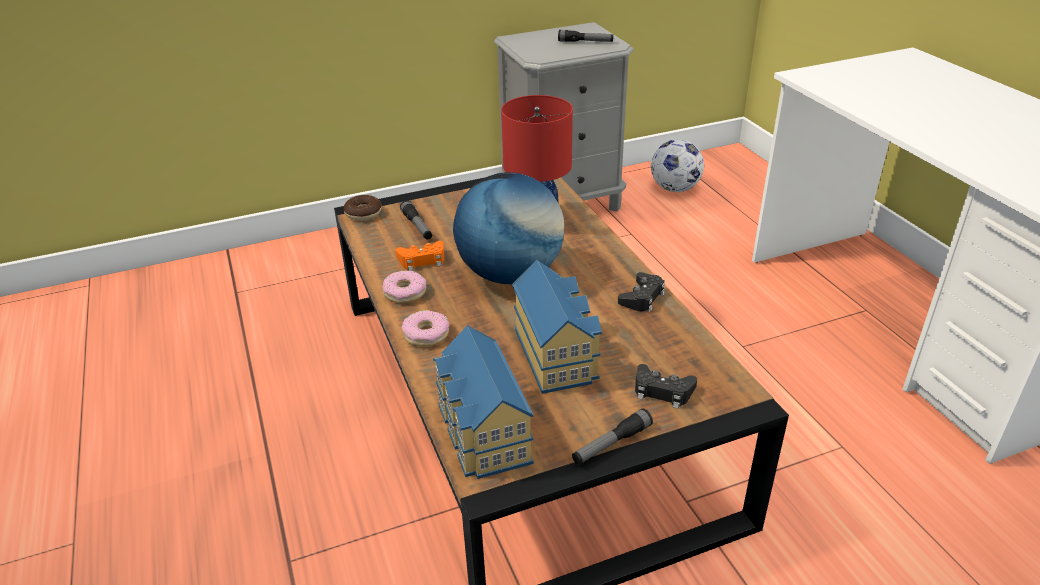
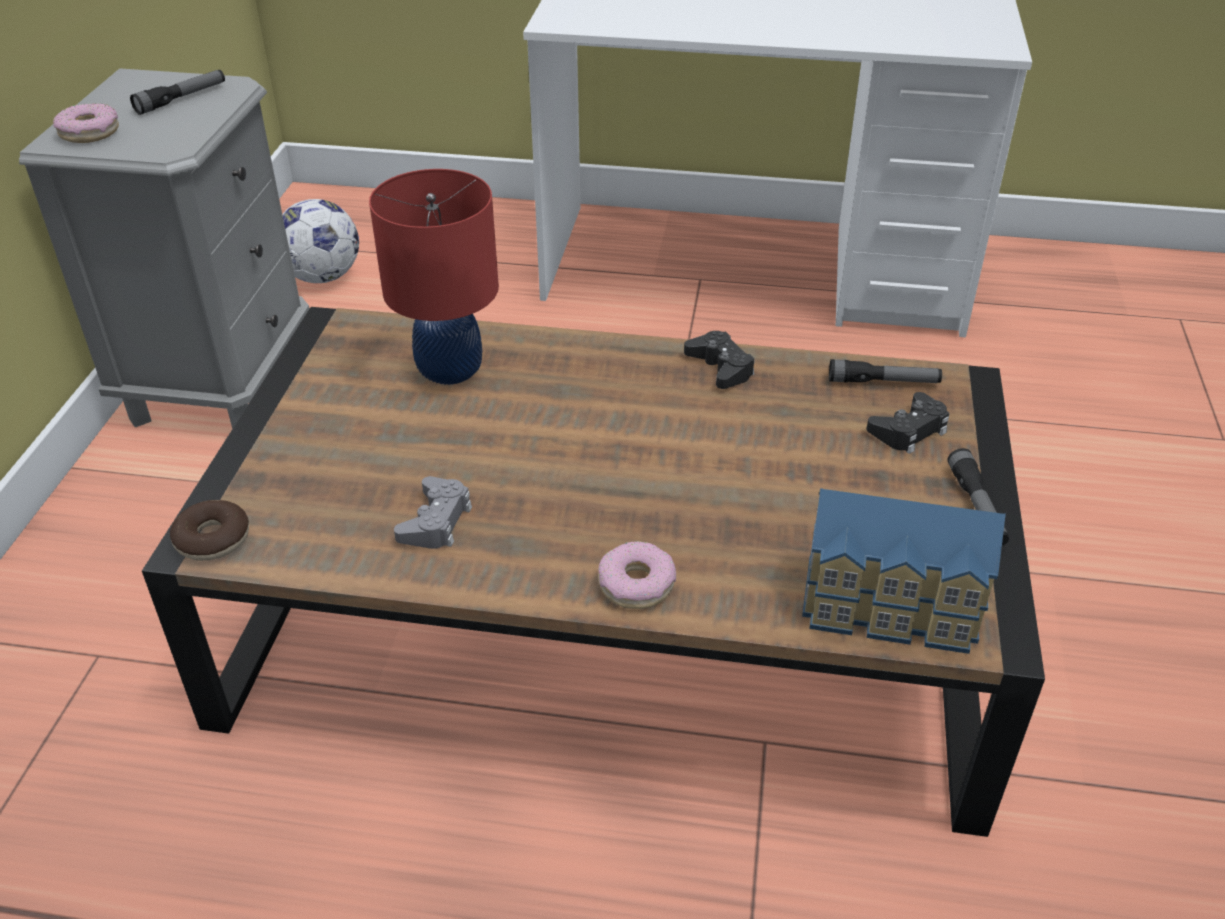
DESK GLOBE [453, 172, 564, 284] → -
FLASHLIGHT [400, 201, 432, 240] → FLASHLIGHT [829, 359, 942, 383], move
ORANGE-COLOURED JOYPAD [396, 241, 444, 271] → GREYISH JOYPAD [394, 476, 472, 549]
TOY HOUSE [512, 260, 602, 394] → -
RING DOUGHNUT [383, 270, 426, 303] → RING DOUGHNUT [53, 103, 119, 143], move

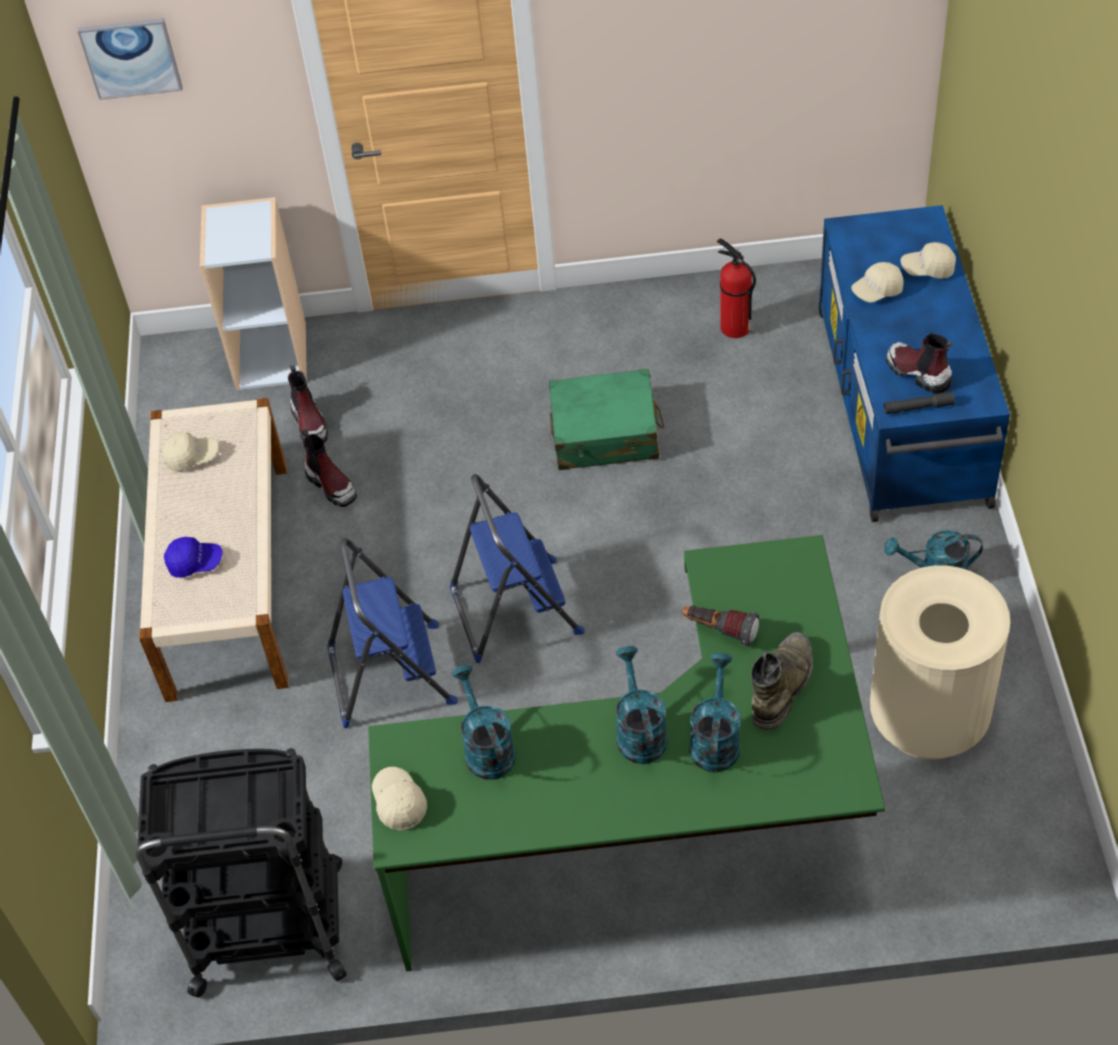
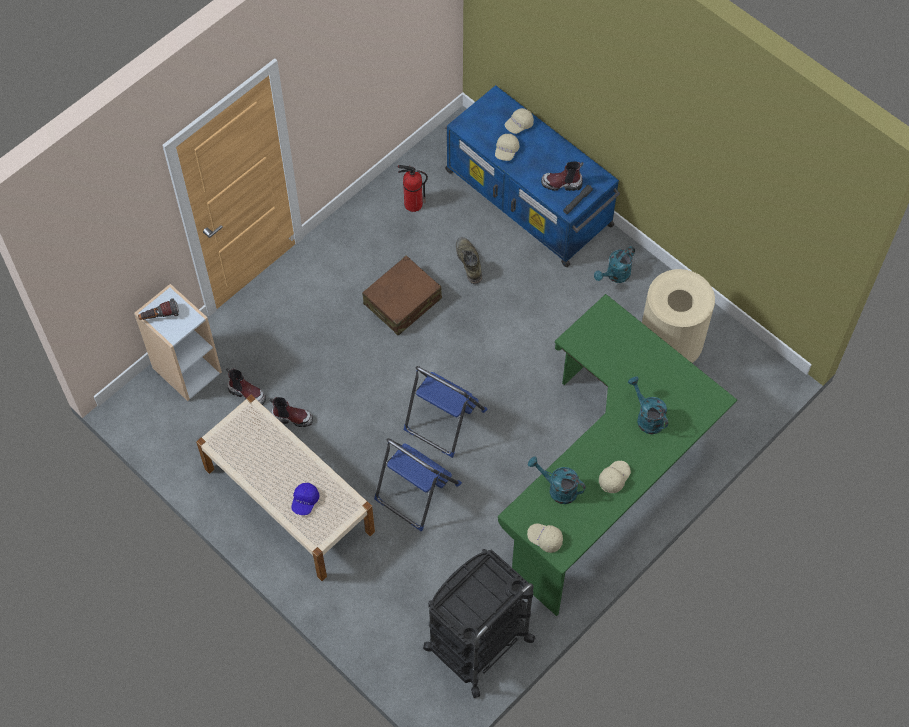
WALL PICTURE [78, 18, 183, 100] → -
GREEN-COLOURED SUITCASE [549, 369, 664, 470] → BROWN-COLOURED SUITCASE [362, 256, 442, 336]
BEIGE BASEBALL CAP [162, 432, 218, 472] → BEIGE BASEBALL CAP [599, 461, 631, 493], move
BLUISH BASEBALL CAP [164, 537, 223, 578] → BLUISH BASEBALL CAP [291, 483, 319, 515], 150 degrees clockwise
FLASHLIGHT [682, 606, 759, 647] → FLASHLIGHT [138, 298, 179, 320], move
GREEN-COLOURED HIGH-TOP BOOT [751, 632, 813, 730] → GREEN-COLOURED HIGH-TOP BOOT [456, 237, 482, 284], move
TURQUOISE WATERING POT [616, 646, 668, 764] → -

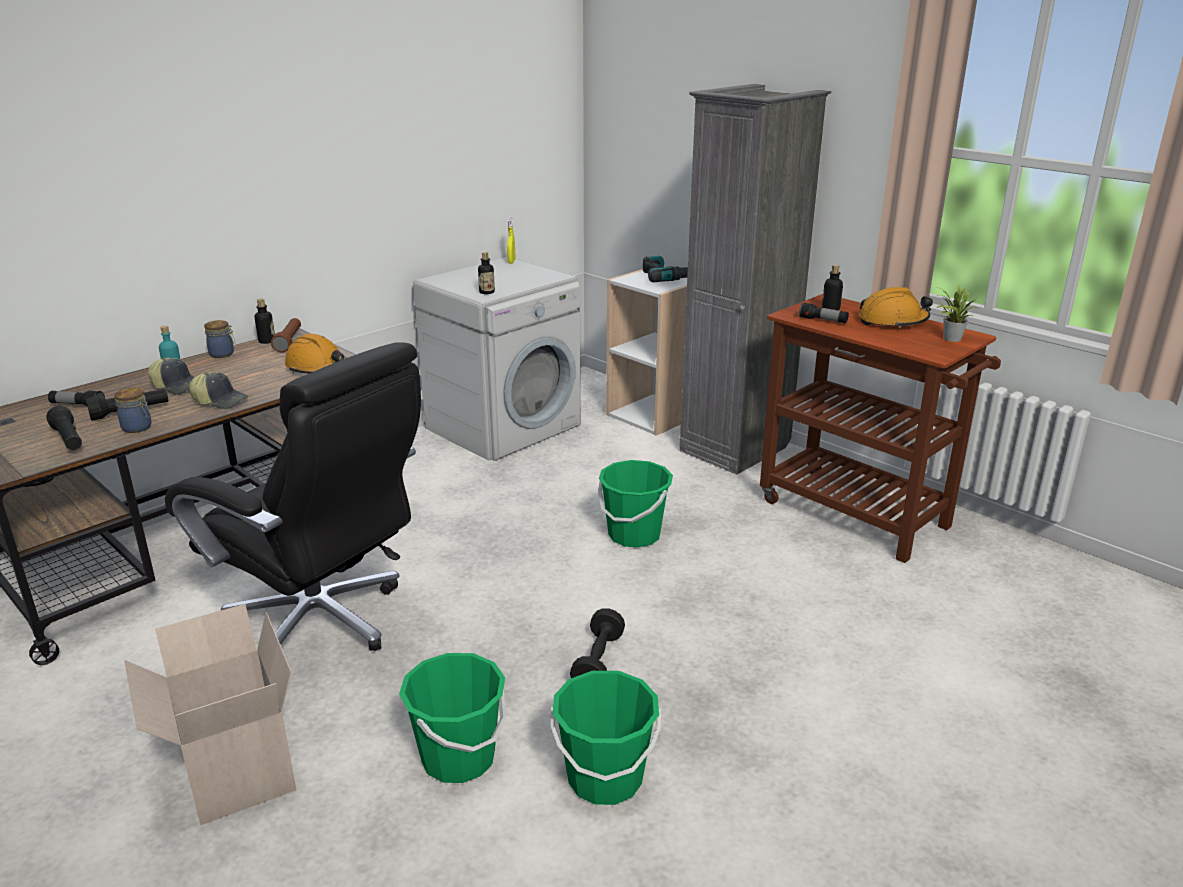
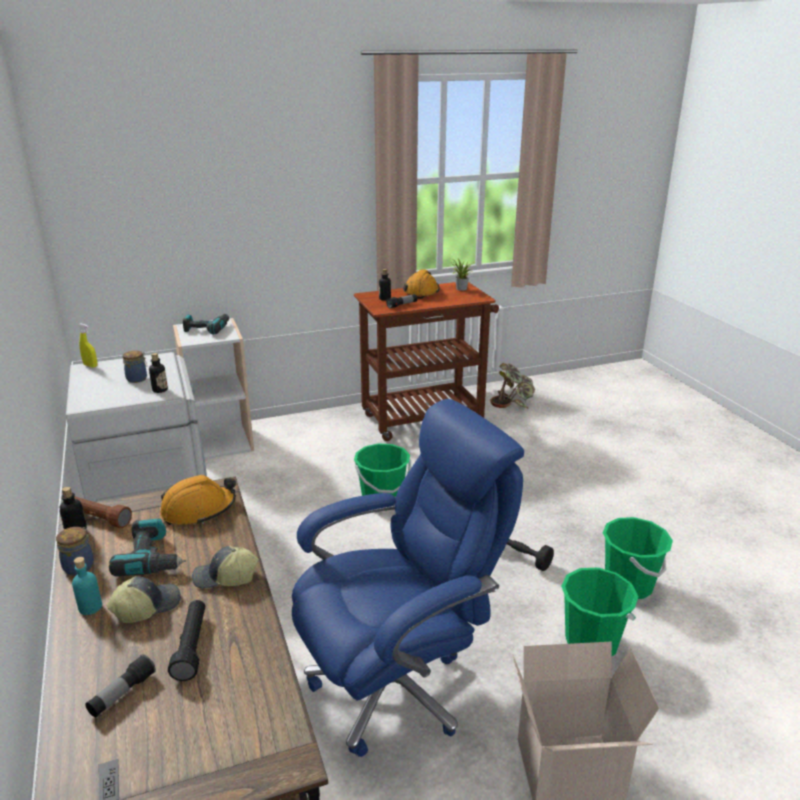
GREYISH CABINET [679, 84, 831, 475] → -
BLACK-COLOURED COMPUTER CHAIR [165, 342, 421, 651] → BLUISH COMPUTER CHAIR [292, 399, 524, 757]
BASEBALL CAP [189, 372, 249, 409] → BASEBALL CAP [192, 546, 259, 588], 135 degrees counterclockwise
STORAGE JAR [114, 387, 152, 433] → STORAGE JAR [123, 351, 147, 383], move
BLACK-COLOURED FLASHLIGHT [46, 406, 82, 450] → -
- → PLANT IN A POT [490, 363, 535, 409]
- → ELECTRIC DRILL [109, 519, 186, 576]

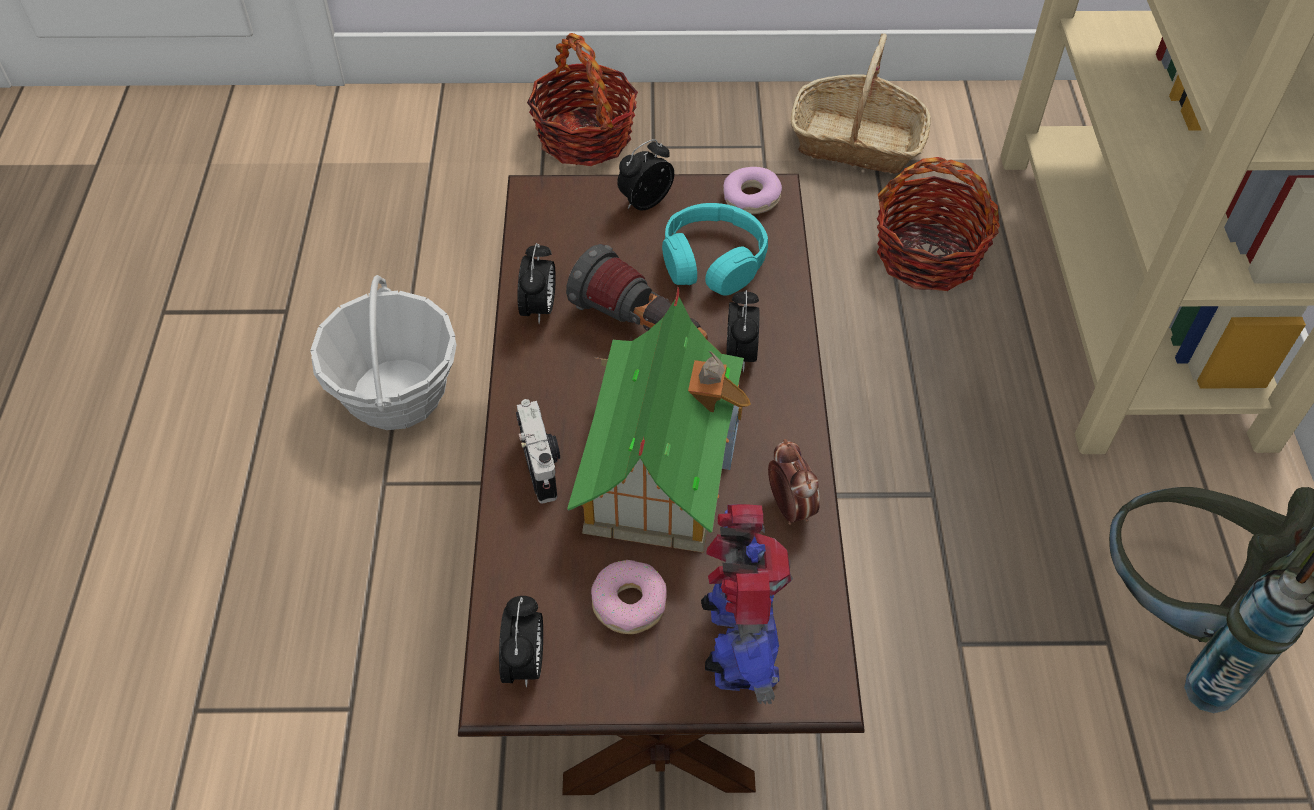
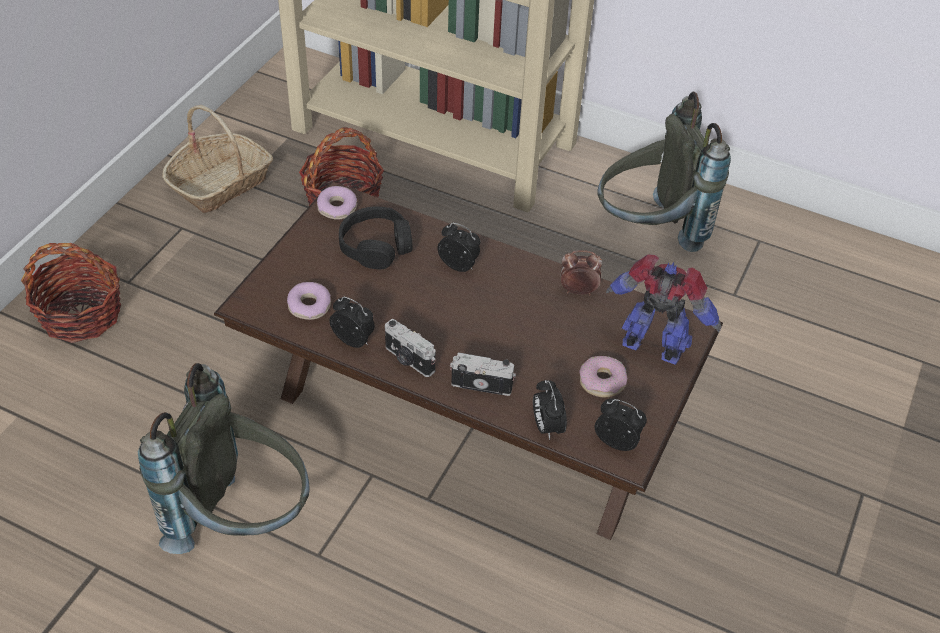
ALARM CLOCK [617, 139, 674, 210] → ALARM CLOCK [533, 380, 567, 440], move
TURQUOISE PAIR OF HEADPHONES [662, 203, 768, 295] → BLACK-COLOURED PAIR OF HEADPHONES [339, 206, 412, 269]
FLASHLIGHT [566, 244, 708, 340] → -
BASKET [310, 275, 457, 430] → GREYISH KNAPSACK [138, 363, 310, 554]
TOY HOUSE [567, 287, 751, 553] → -
- → RING DOUGHNUT [287, 282, 331, 320]
- → PHOTO CAMERA [385, 319, 436, 377]

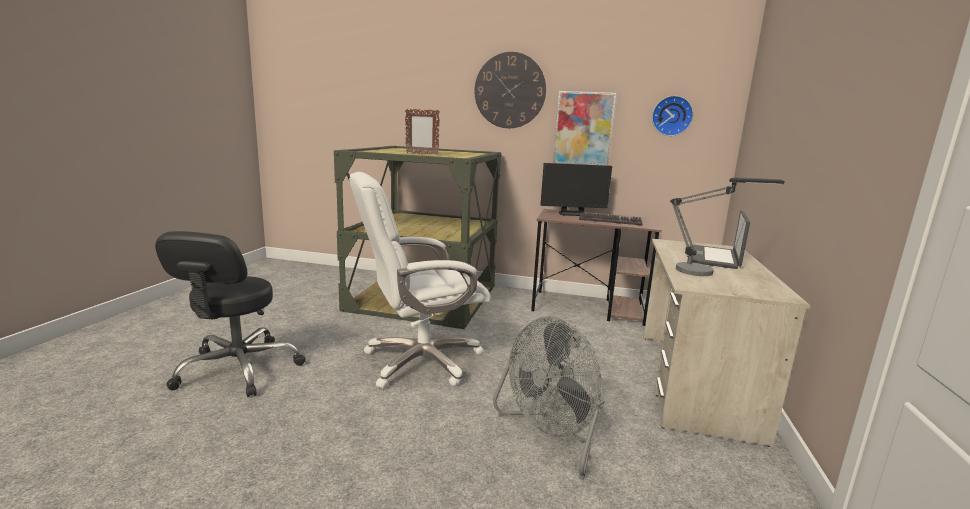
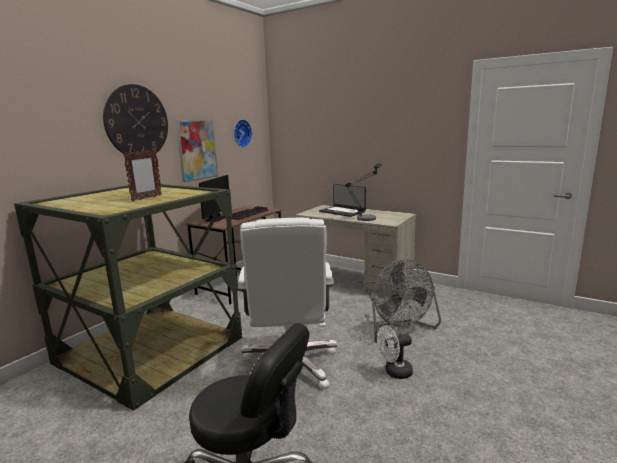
- → WHITE FAN [377, 326, 413, 379]

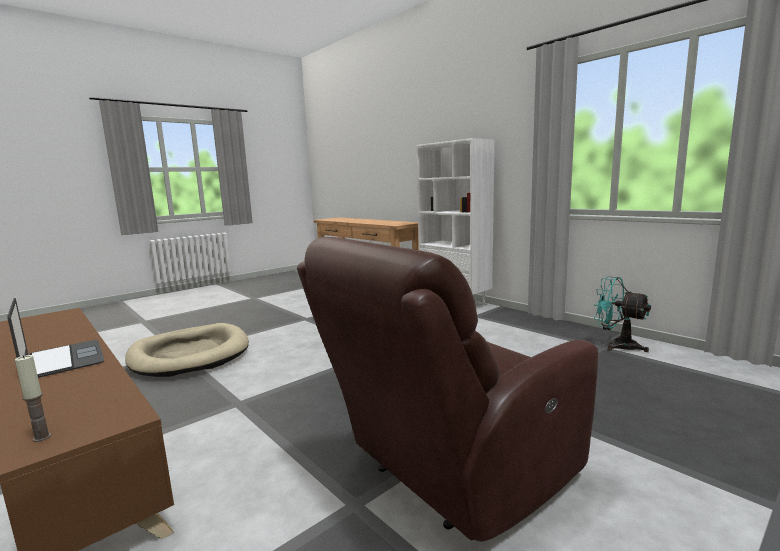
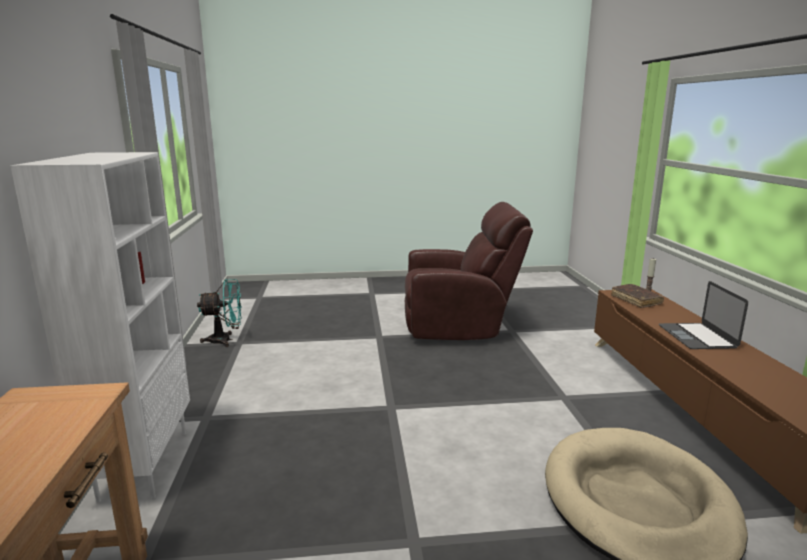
TURQUOISE FAN [594, 276, 651, 352] → TURQUOISE FAN [197, 279, 242, 347], 90 degrees counterclockwise
- → BROWN-COLOURED BOOK [611, 284, 664, 308]

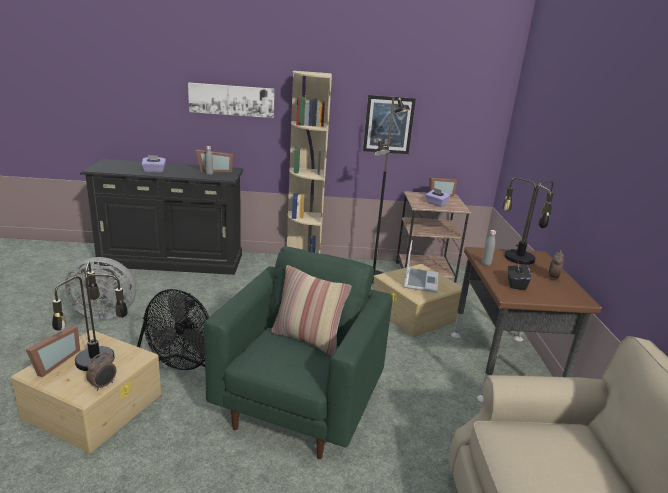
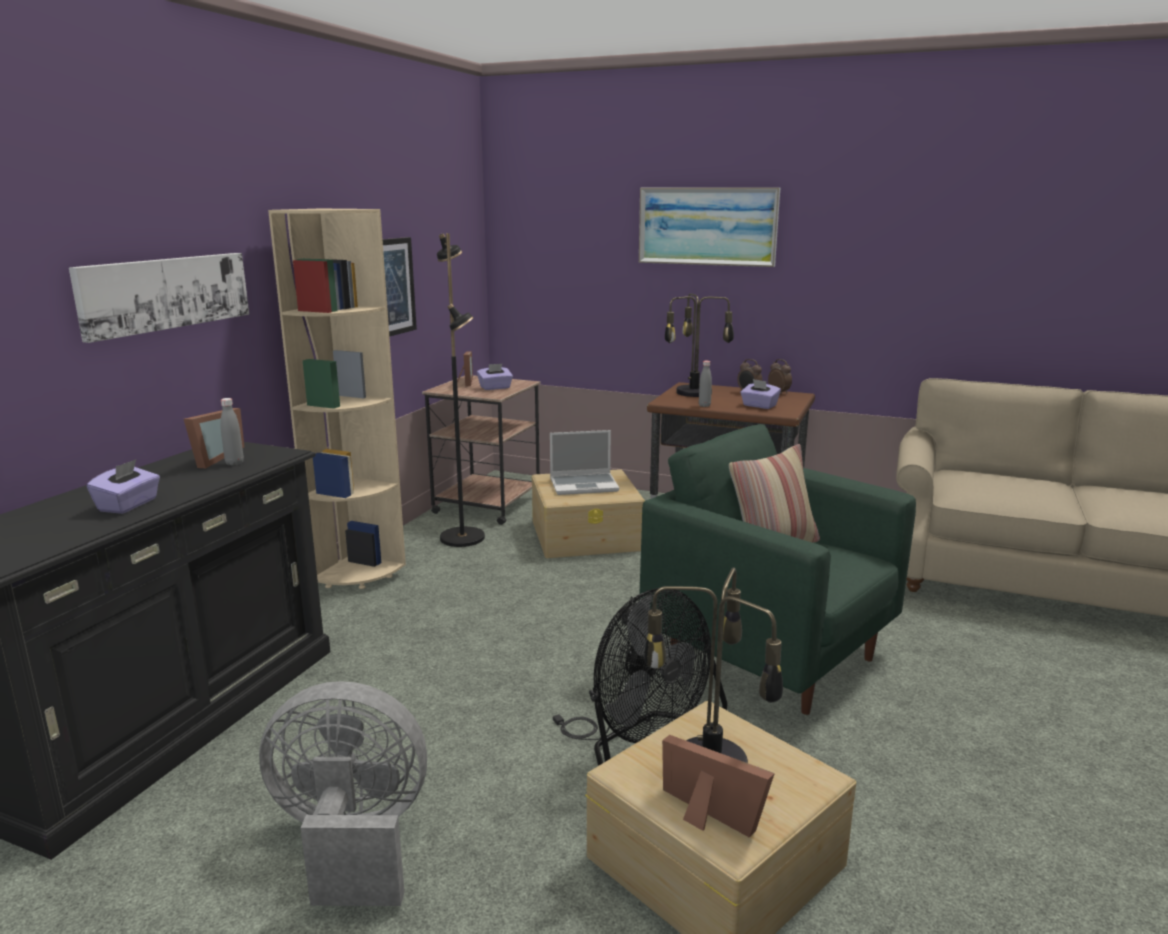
LAPTOP [404, 240, 438, 293] → LAPTOP [550, 430, 619, 495], 135 degrees clockwise
GREYISH FAN [64, 257, 136, 319] → GREYISH FAN [259, 681, 427, 906], 105 degrees counterclockwise
BLACK-COLOURED TISSUE BOX [508, 265, 531, 290] → PURPLE TISSUE BOX [740, 379, 781, 409]
ALARM CLOCK [86, 352, 116, 391] → ALARM CLOCK [768, 359, 792, 394], move
- → WALL PICTURE [639, 187, 780, 267]

